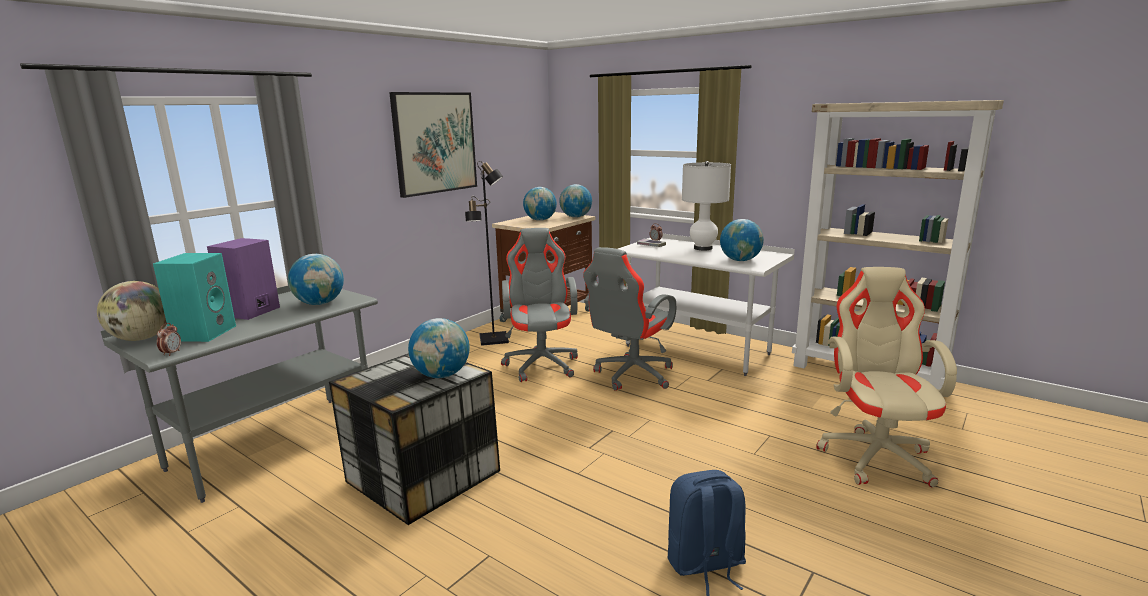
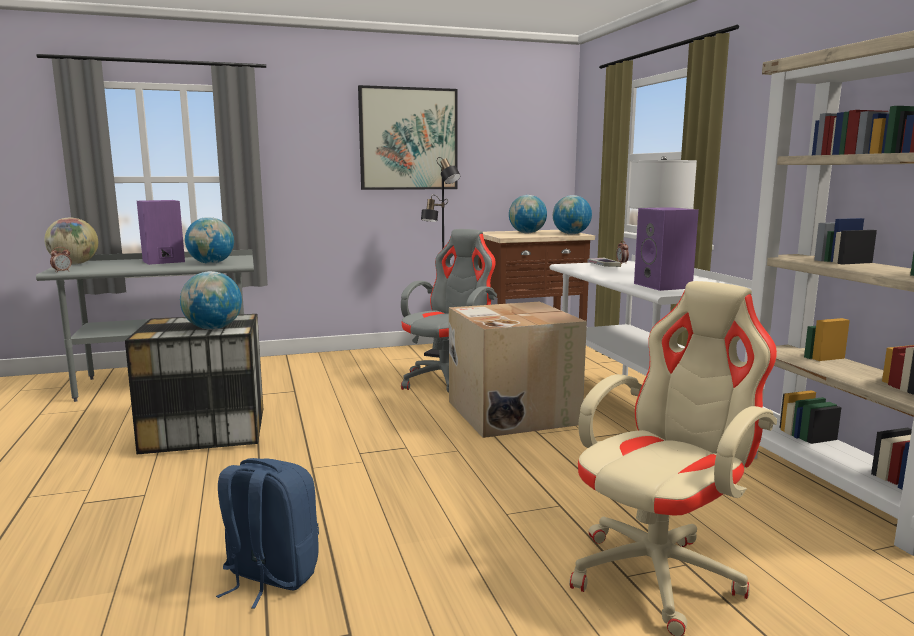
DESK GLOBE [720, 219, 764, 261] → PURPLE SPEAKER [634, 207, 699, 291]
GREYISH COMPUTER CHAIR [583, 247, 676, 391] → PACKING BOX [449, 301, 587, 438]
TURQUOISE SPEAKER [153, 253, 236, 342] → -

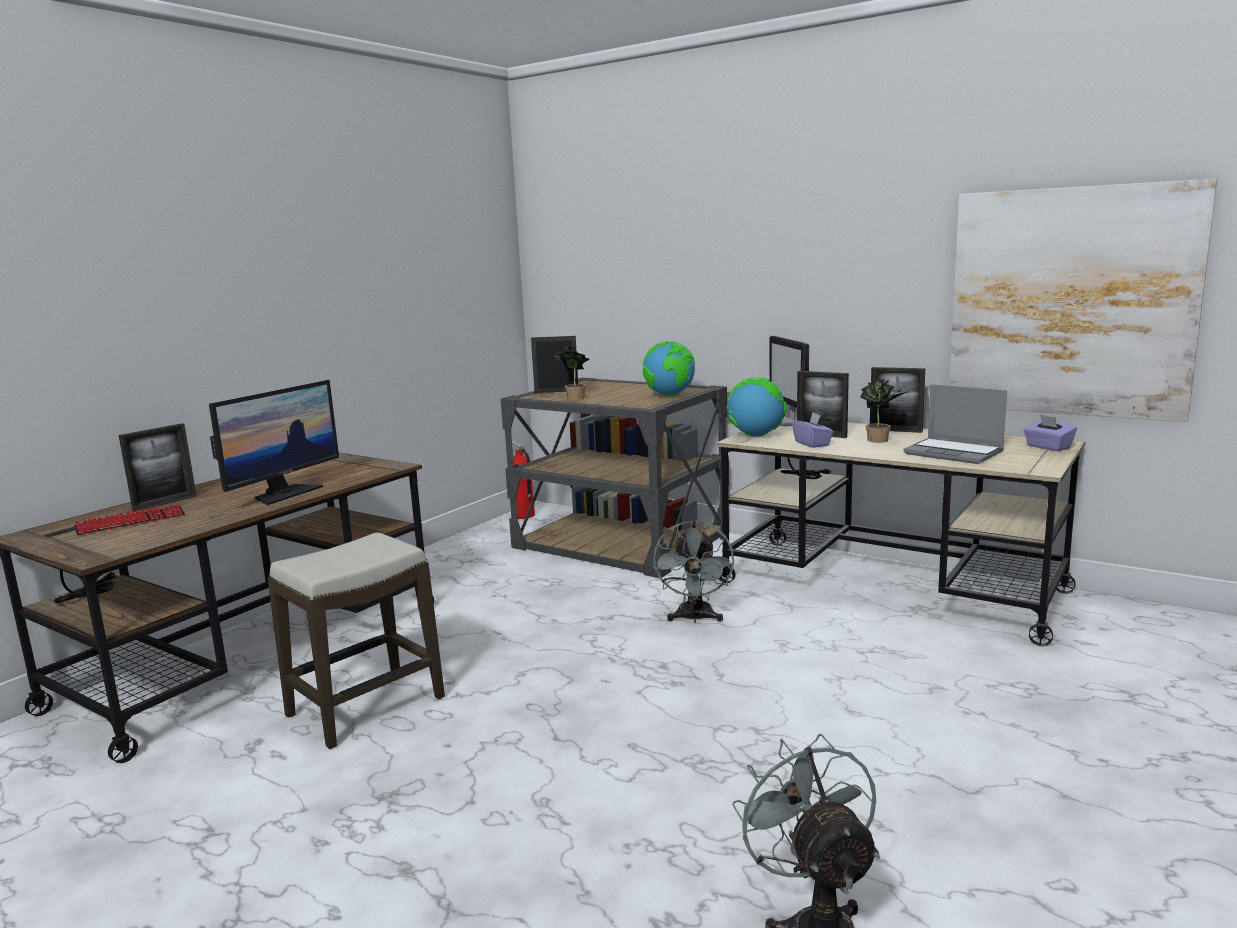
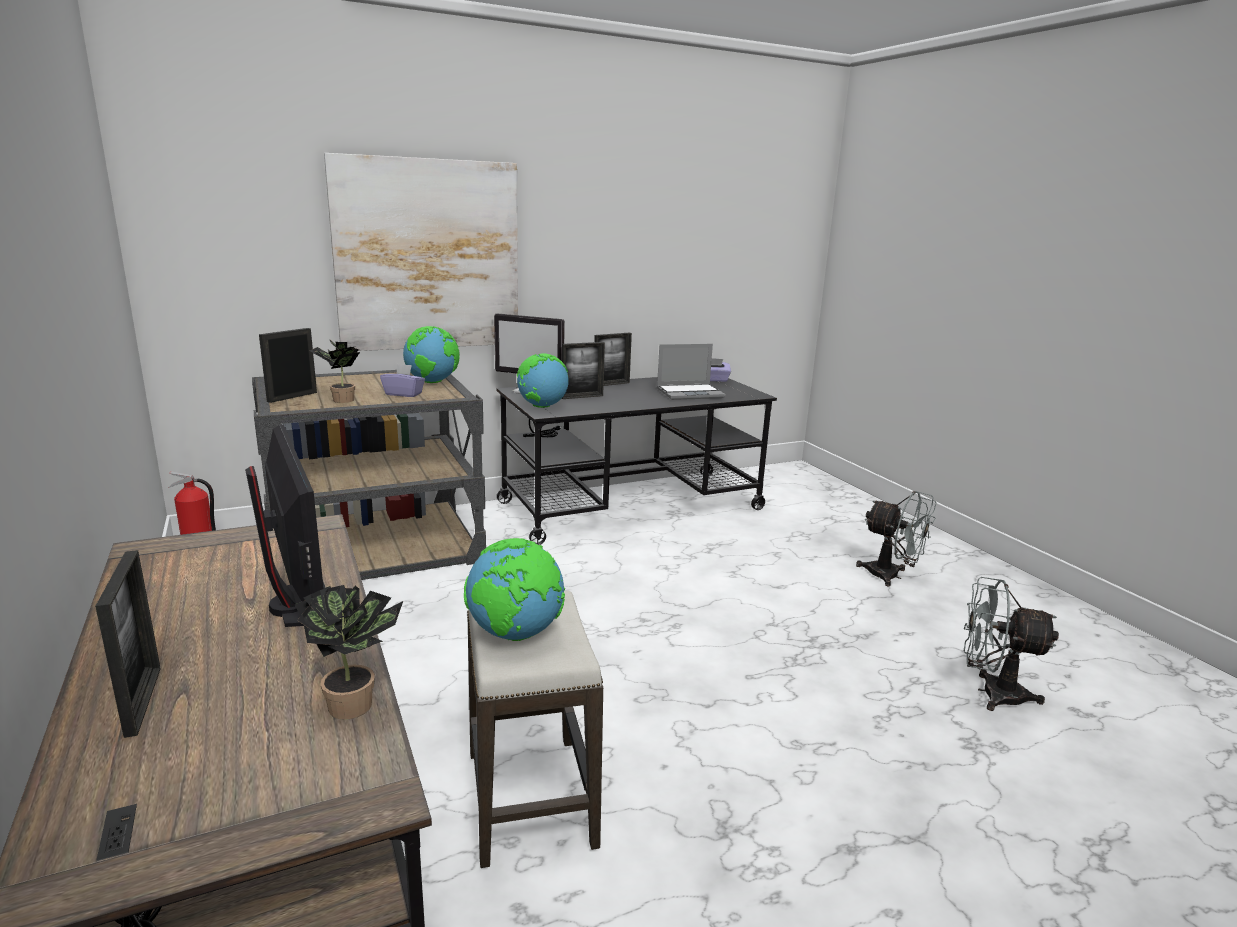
WALL PICTURE [949, 178, 1217, 422] → WALL PICTURE [324, 153, 518, 351], move
PLANT IN A POT [860, 380, 906, 443] → PLANT IN A POT [295, 585, 403, 720], move
PURPLE TISSUE BOX [792, 413, 834, 448] → PURPLE TISSUE BOX [380, 364, 425, 397], move
BEIGE DESK UNIT [715, 417, 1085, 646] → BLACK-COLOURED DESK UNIT [496, 377, 777, 545]
PC KEYBOARD [74, 505, 185, 535] → -
GREYISH FAN [653, 520, 734, 623] → GREYISH FAN [856, 491, 937, 587], move
- → DESK GLOBE [464, 538, 566, 641]

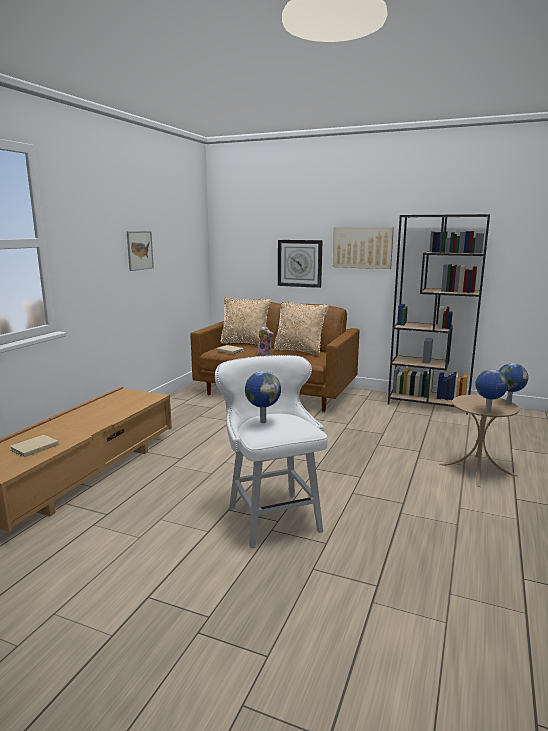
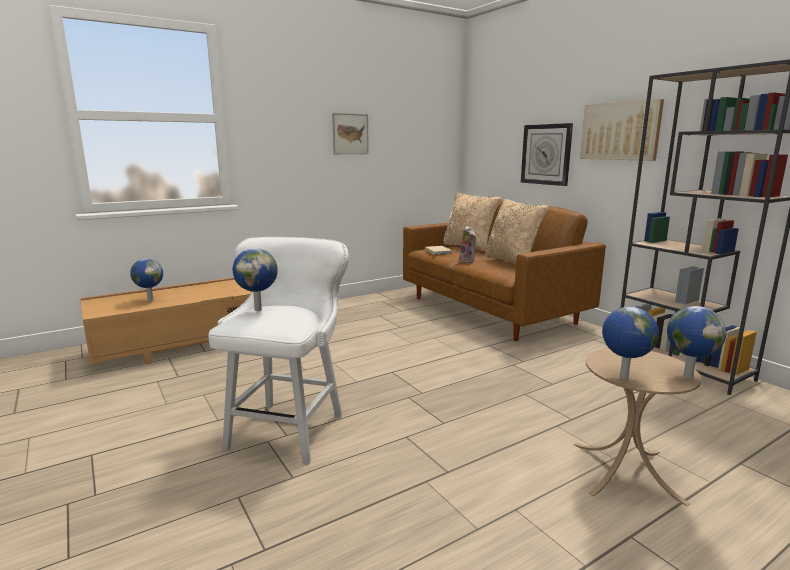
BEIGE BOOK [10, 435, 59, 457] → DESK GLOBE [130, 258, 163, 301]

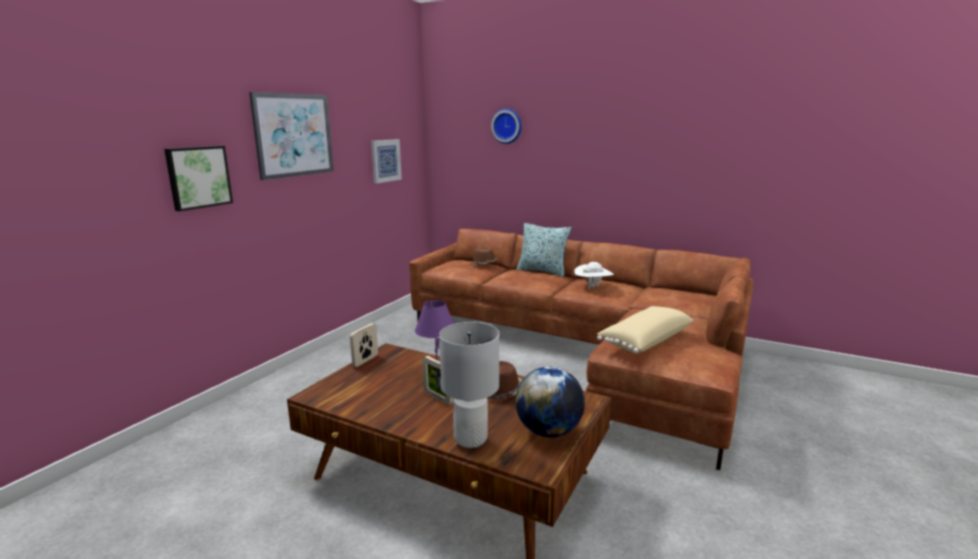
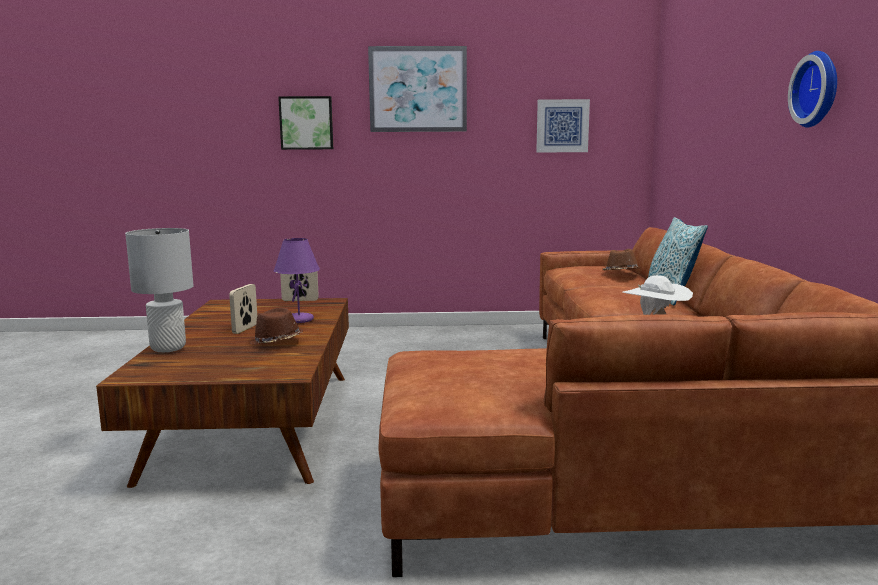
HANGING CLOCK [491, 108, 522, 144] → HANGING CLOCK [788, 51, 837, 128], move
BEIGE CUSHION [597, 306, 693, 354] → -
DESK GLOBE [515, 366, 585, 437] → -

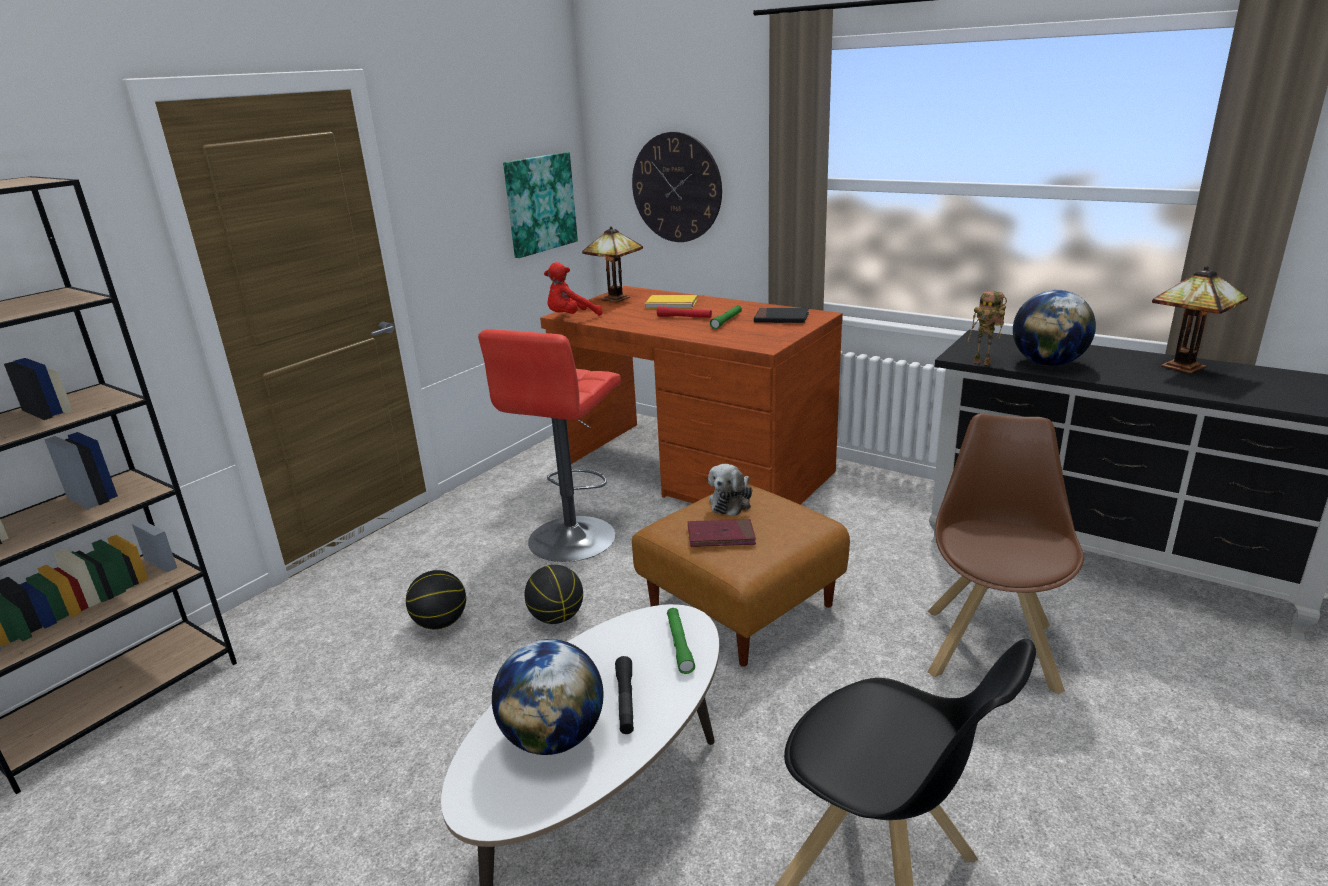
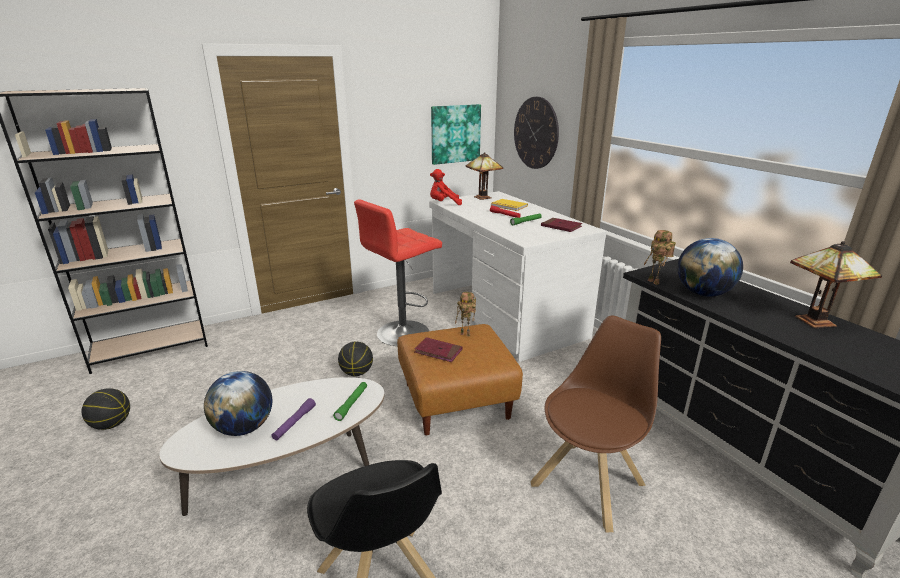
BROWN-COLOURED DESK UNIT [540, 286, 843, 505] → WHITE DESK UNIT [429, 191, 607, 362]
BLACK-COLOURED BOOK [754, 308, 809, 323] → RED-COLOURED BOOK [541, 218, 582, 232]
PLUSH TOY [708, 464, 752, 516] → ROBOT FIGURE [455, 292, 476, 337]
BASKETBALL [406, 570, 466, 629] → BASKETBALL [81, 388, 130, 430], move
BLACK-COLOURED FLASHLIGHT [615, 656, 634, 734] → PURPLE FLASHLIGHT [272, 398, 316, 440]

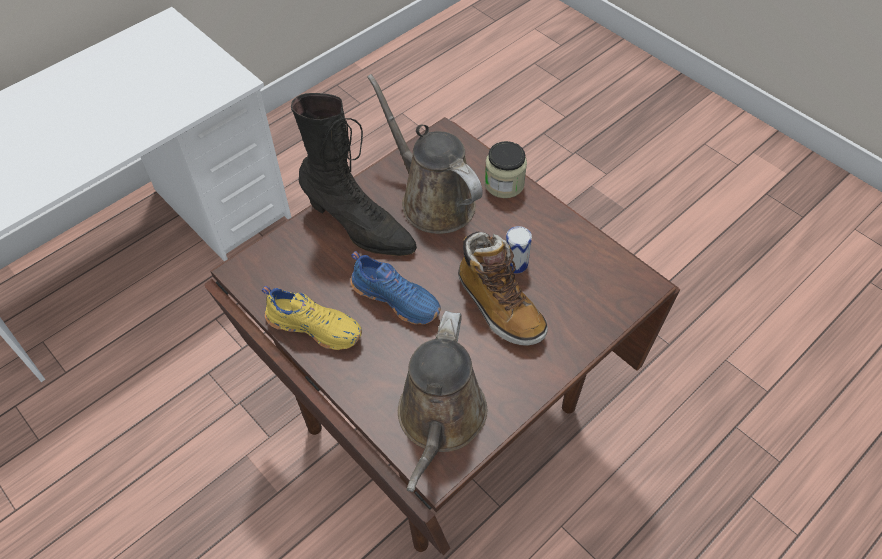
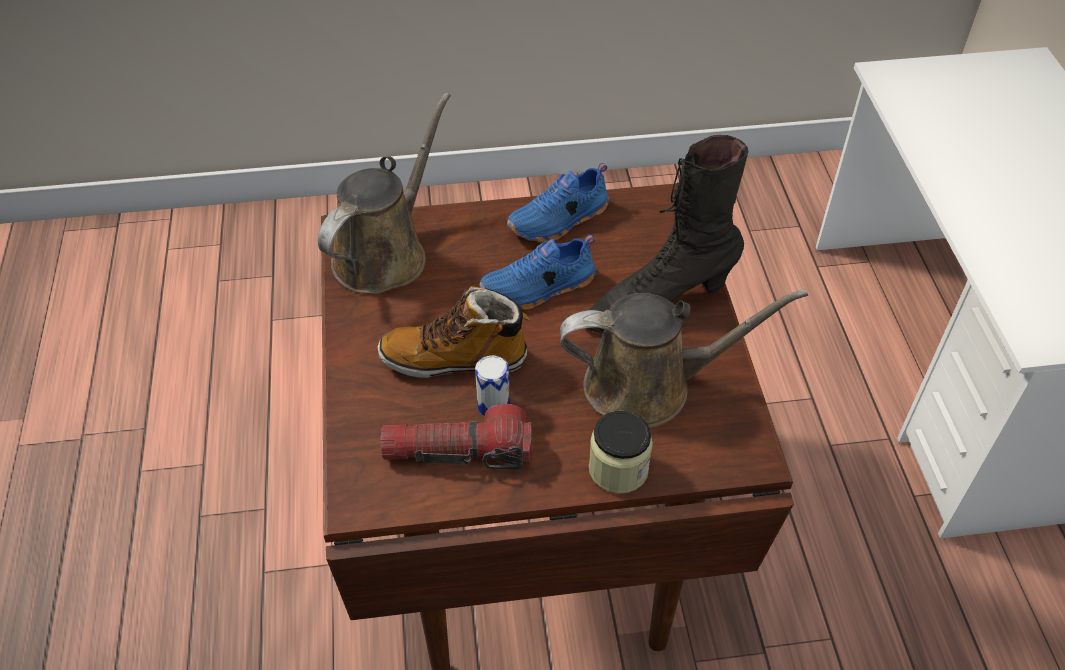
YELLOWISH SHOE [262, 286, 362, 350] → BLUISH SHOE [507, 163, 609, 242]
BROWN-COLOURED WATERING POT [398, 311, 487, 492] → BROWN-COLOURED WATERING POT [318, 93, 451, 294], 75 degrees clockwise
- → FLASHLIGHT [381, 404, 533, 470]

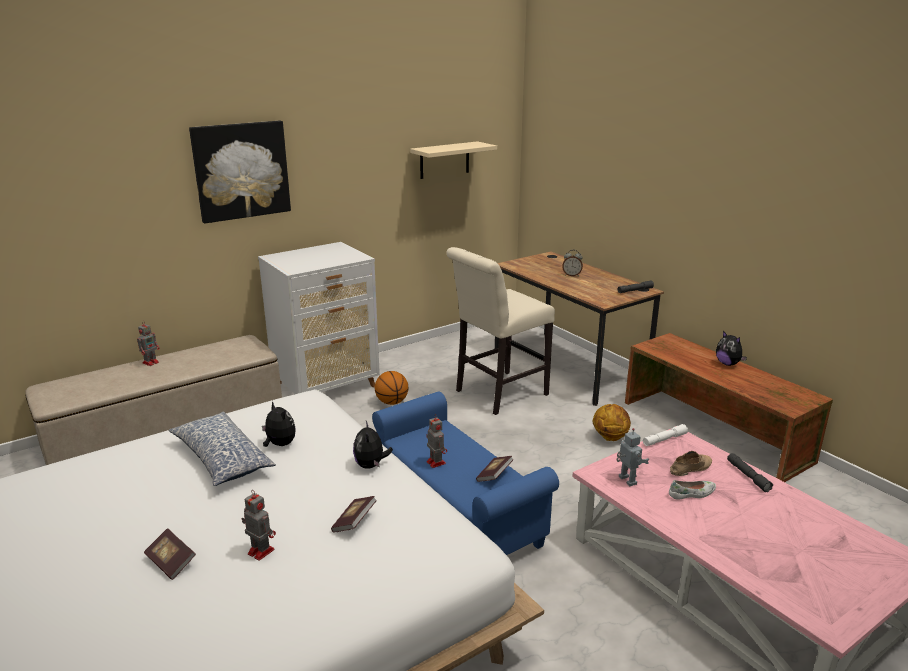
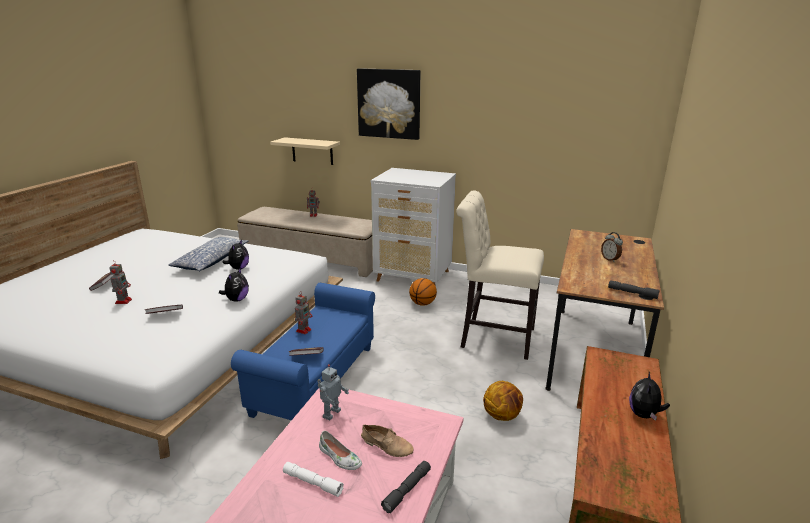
BEIGE BRACKET SHELF [410, 141, 497, 179] → BEIGE BRACKET SHELF [270, 137, 340, 165], move
PLUSH TOY [353, 421, 393, 469] → PLUSH TOY [219, 267, 249, 302], 150 degrees clockwise
WHITE FLASHLIGHT [643, 424, 688, 446] → WHITE FLASHLIGHT [283, 462, 344, 497], move

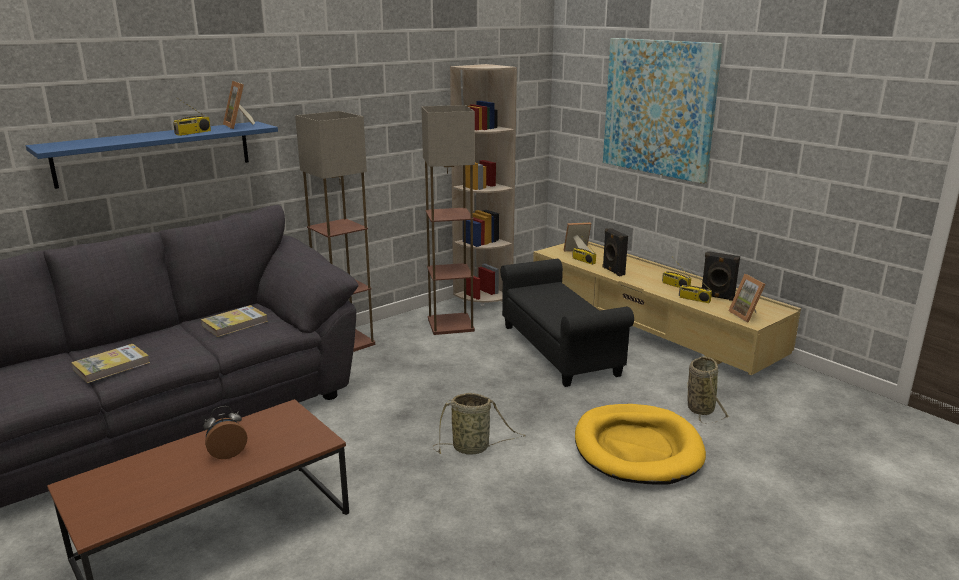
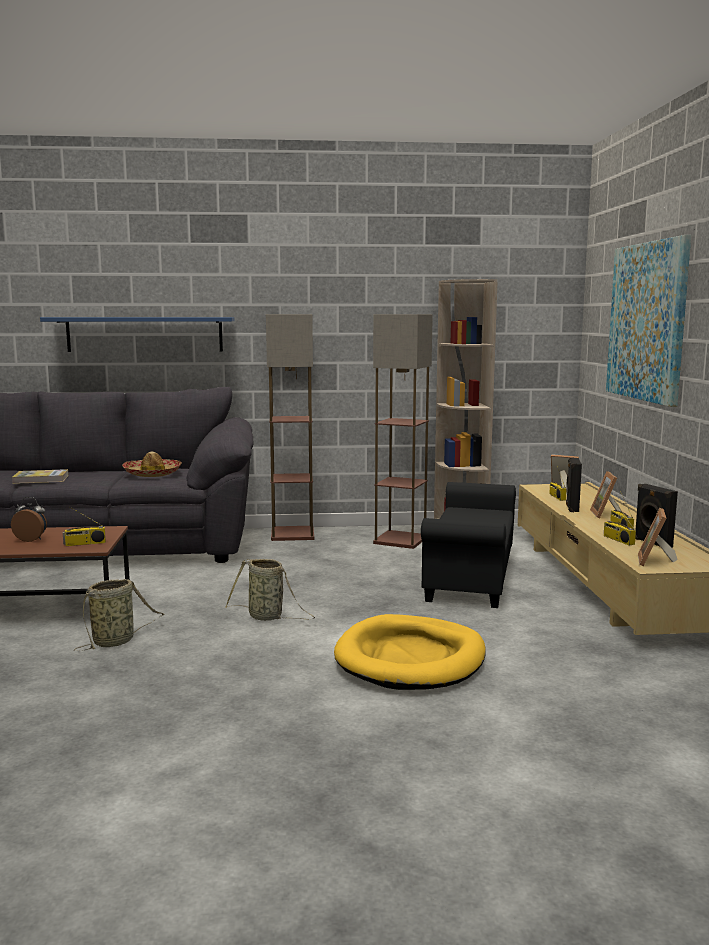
PHOTO FRAME [223, 81, 255, 129] → PHOTO FRAME [590, 471, 621, 518], move
RADIO [173, 97, 211, 136] → RADIO [63, 507, 106, 546], move
BOOK [201, 305, 268, 337] → WEARABLE HAT [122, 452, 182, 477]
BASKET [687, 356, 729, 424] → BASKET [74, 579, 165, 651], move

